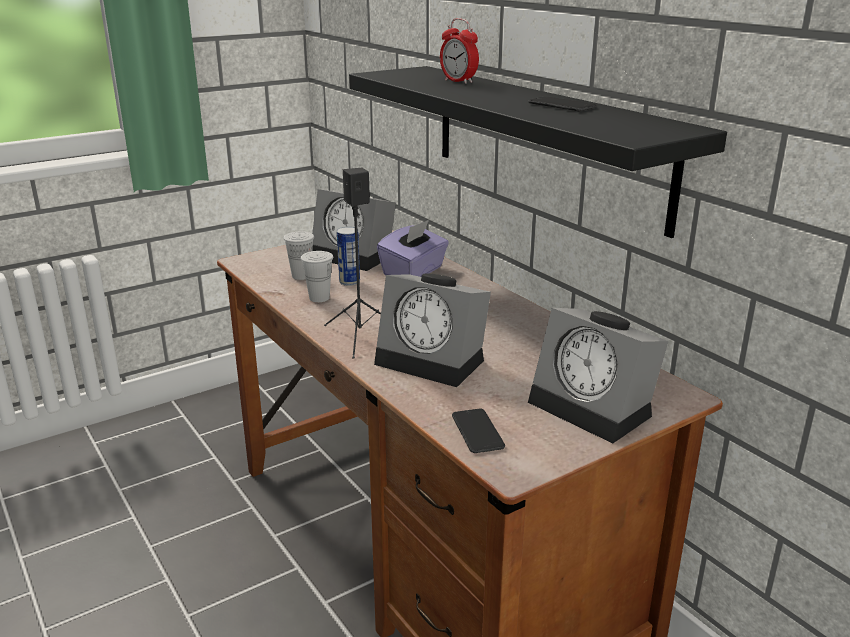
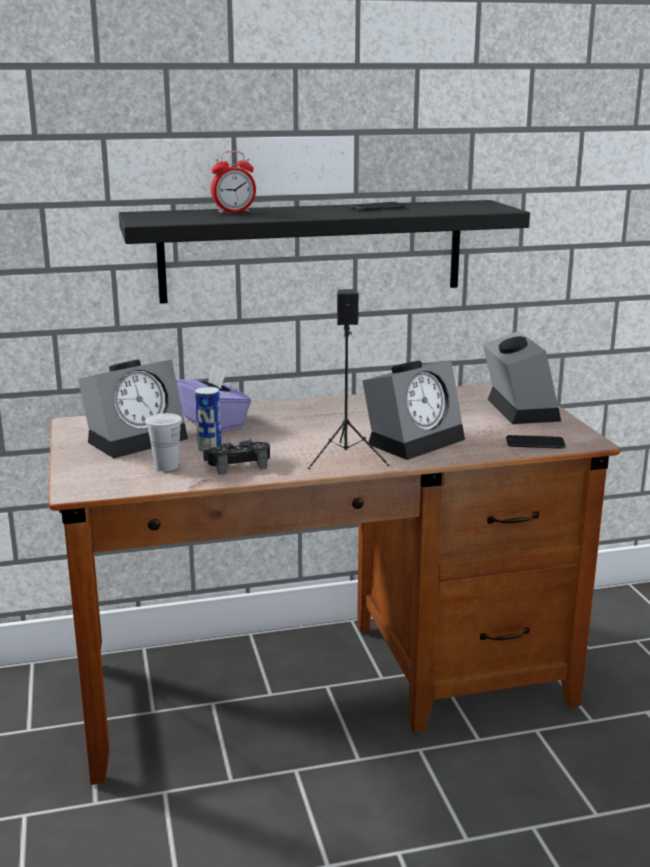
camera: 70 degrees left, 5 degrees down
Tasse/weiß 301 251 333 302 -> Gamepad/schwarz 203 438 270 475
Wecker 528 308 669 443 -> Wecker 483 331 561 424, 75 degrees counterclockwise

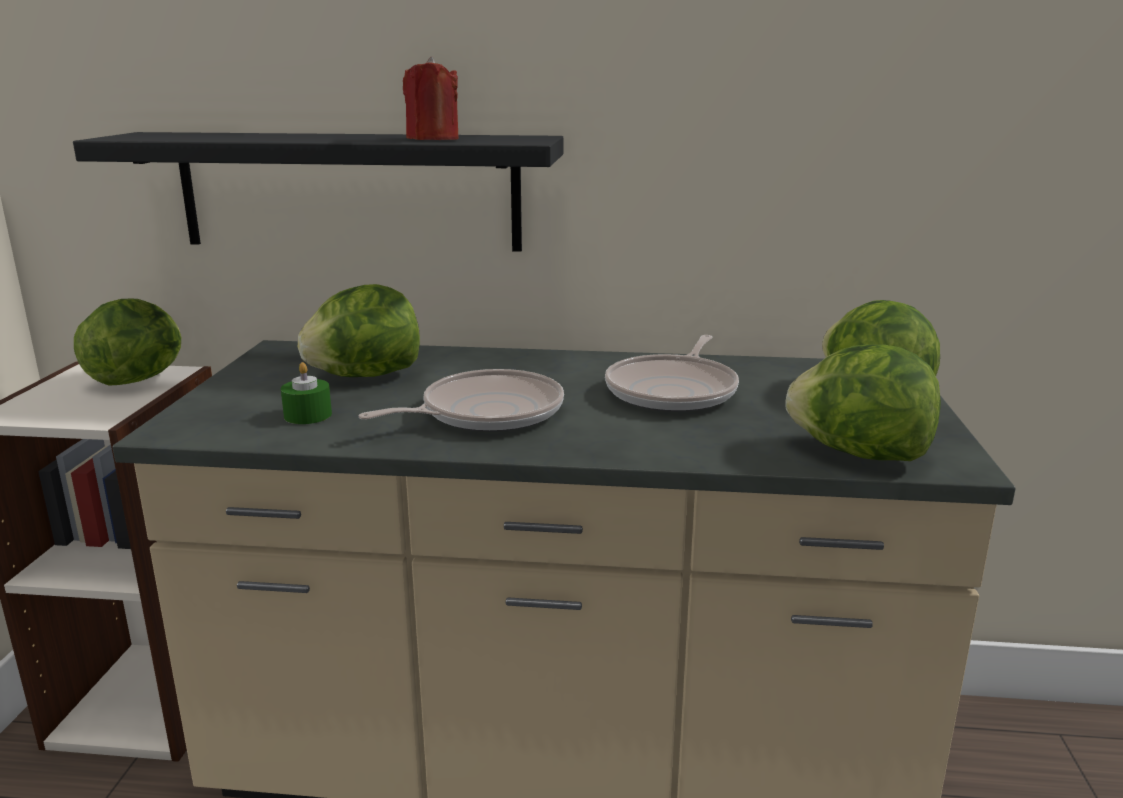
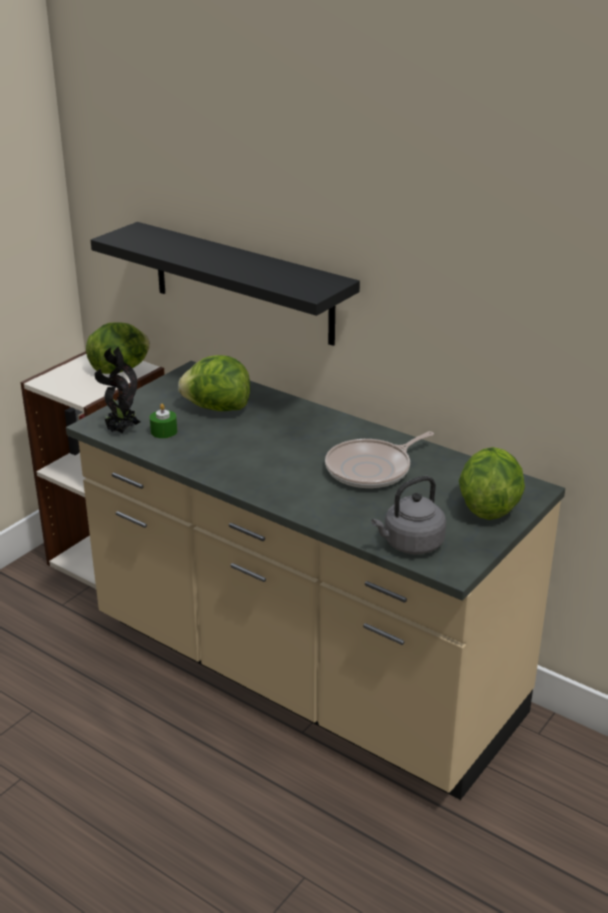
camera: 30 degrees right, 10 degrees up
Kerze/rot 403 56 459 140 -> none
Salatkopf 785 345 941 461 -> Wasserkessel/grau 371 476 446 554
Pfanne 358 369 564 432 -> none
none -> Topfpflanze 95 347 140 433

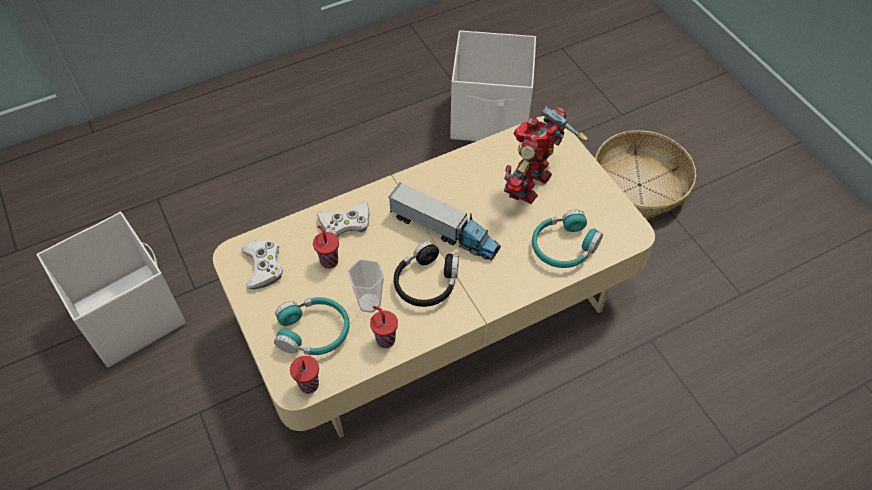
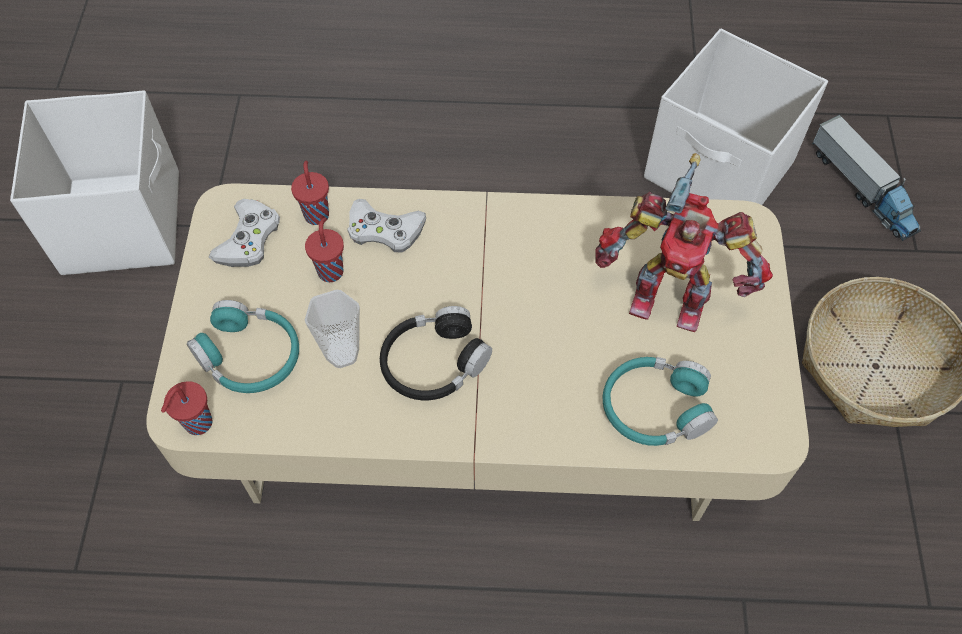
camera: 30 degrees right, 5 degrees up
Spielzeugroboter 504 106 588 204 -> Spielzeugroboter 595 153 773 332, 135 degrees counterclockwise
Spielzeuglaster 389 182 501 261 -> Spielzeuglaster 812 115 921 241, relocated
Tasse/rot 370 306 398 348 -> Tasse/rot 291 161 329 225, relocated

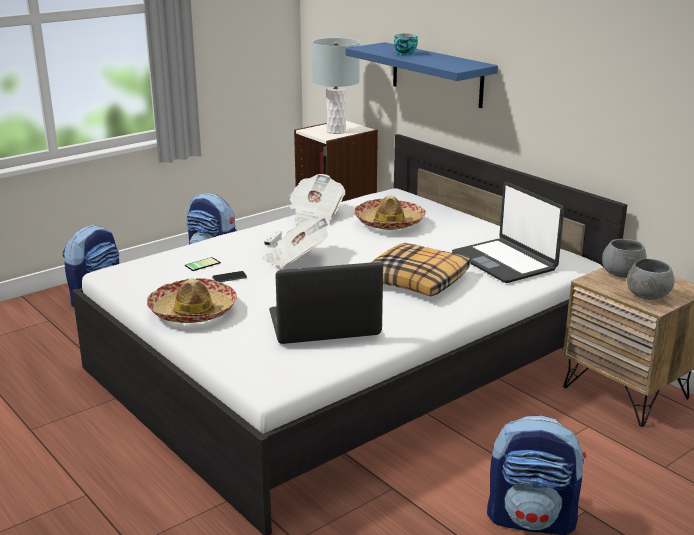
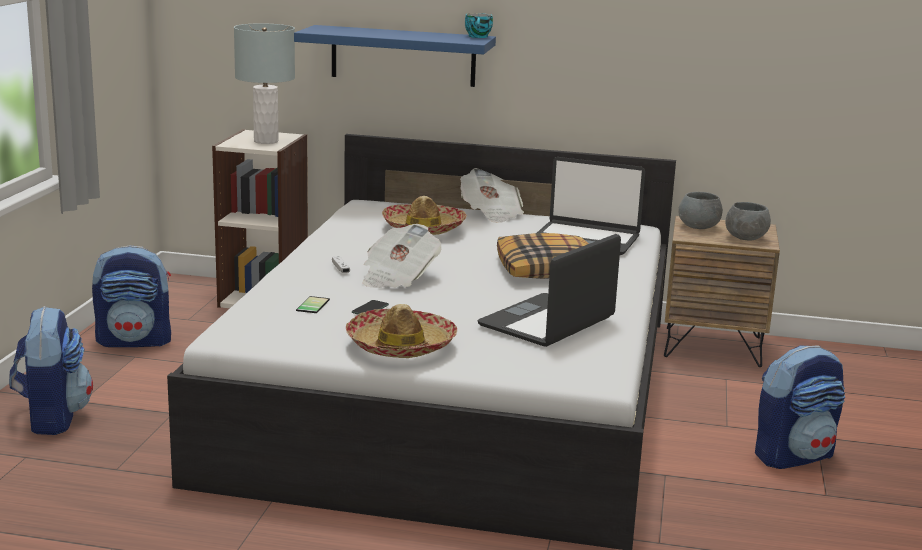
camera: 40 degrees left, 5 degrees down
Tasse 394 34 418 56 -> Tasse 465 13 493 38, relocated
Zeitung 289 174 346 224 -> Zeitung 460 168 524 223, relocated

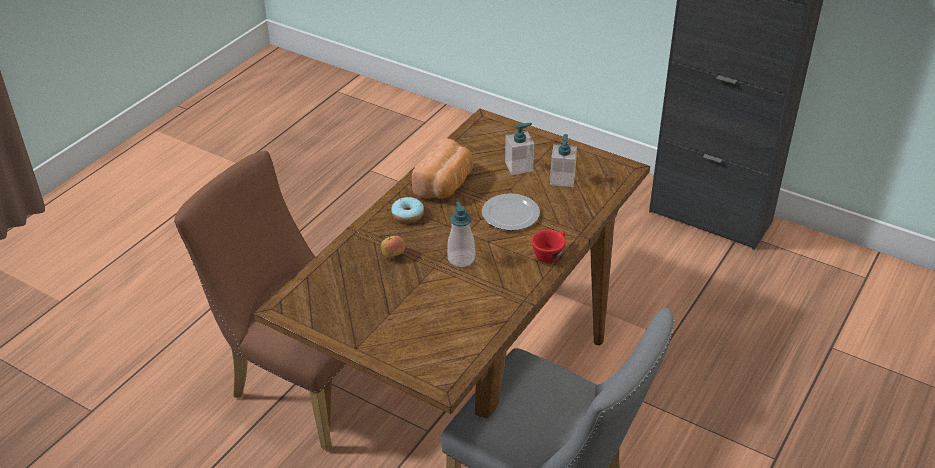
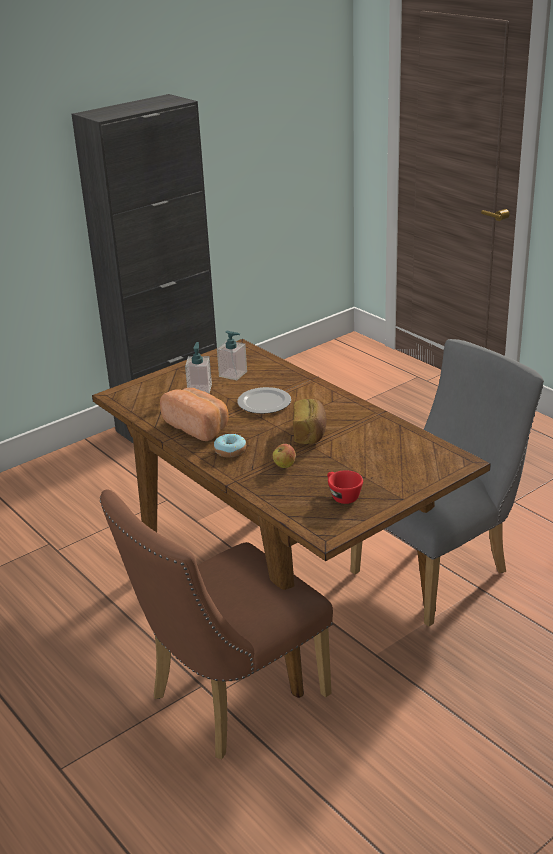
camera: 70 degrees left, 10 degrees down
Seifenspender 447 202 475 267 -> Brot 293 399 326 444
Tasse/rot 531 230 566 263 -> Tasse/rot 327 470 363 504, relocated

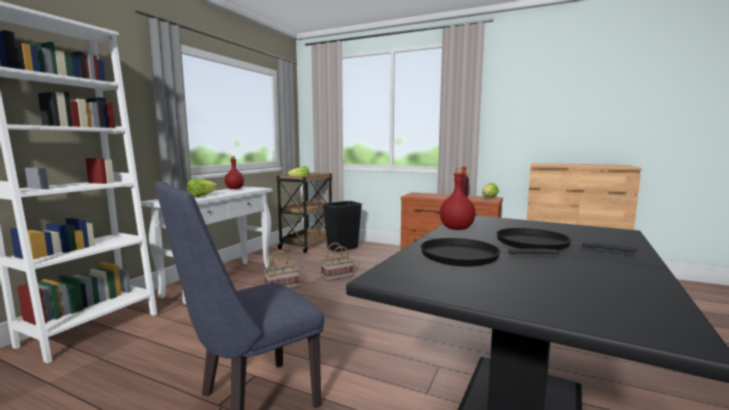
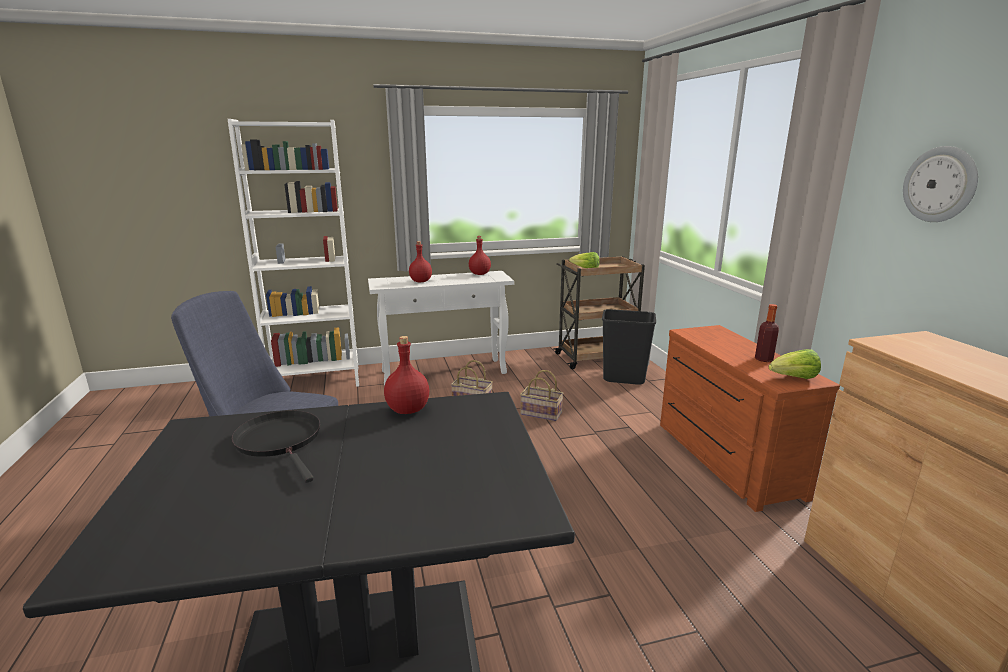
camera: 50 degrees right, 10 degrees up
Salatkopf 187 178 218 197 -> Flasche/rot 409 241 432 282
Pfanne/schwarz 496 228 637 253 -> none
none -> Wanduhr 903 146 978 222

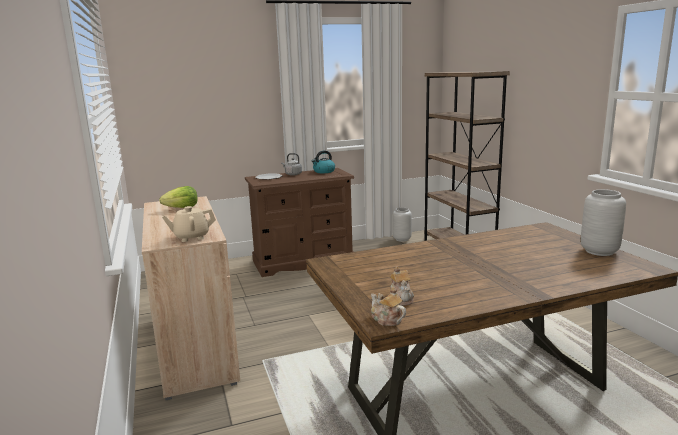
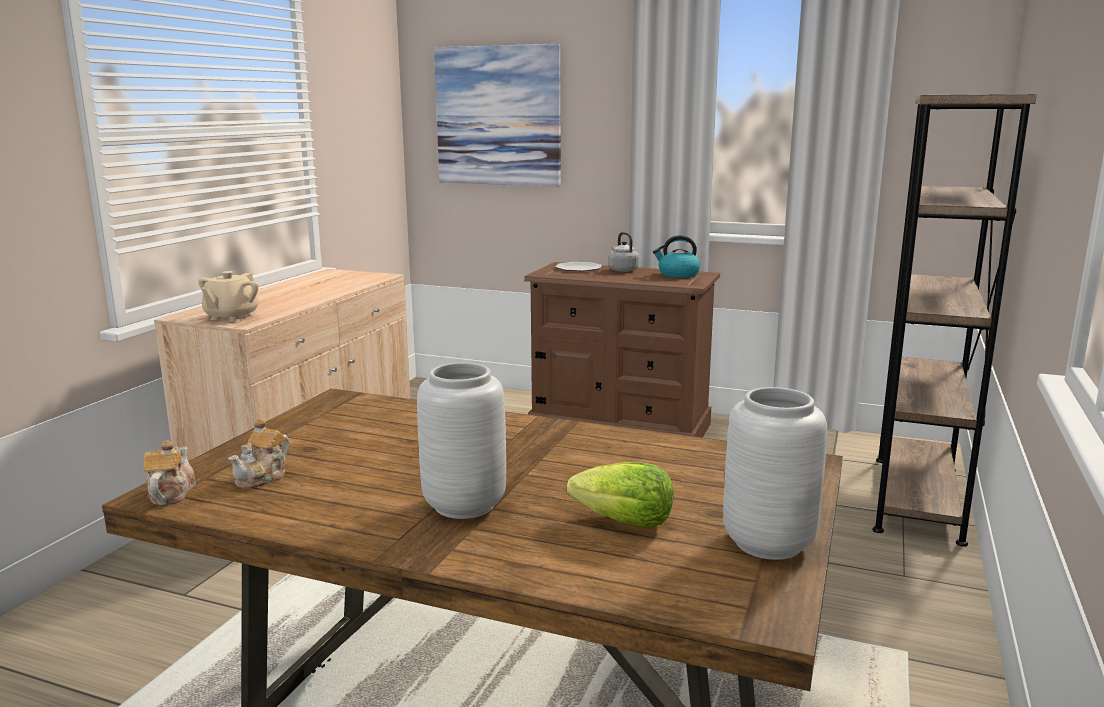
camera: 40 degrees right, 0 degrees up
Salatkopf 159 186 198 208 -> Salatkopf 567 462 674 528, relocated
Teekanne/beige 162 206 216 242 -> Teekanne/beige 198 271 259 322, 90 degrees counterclockwise
Vase/grau 392 207 412 242 -> Vase/grau 417 363 506 519, relocated
none -> Bild 434 44 561 186

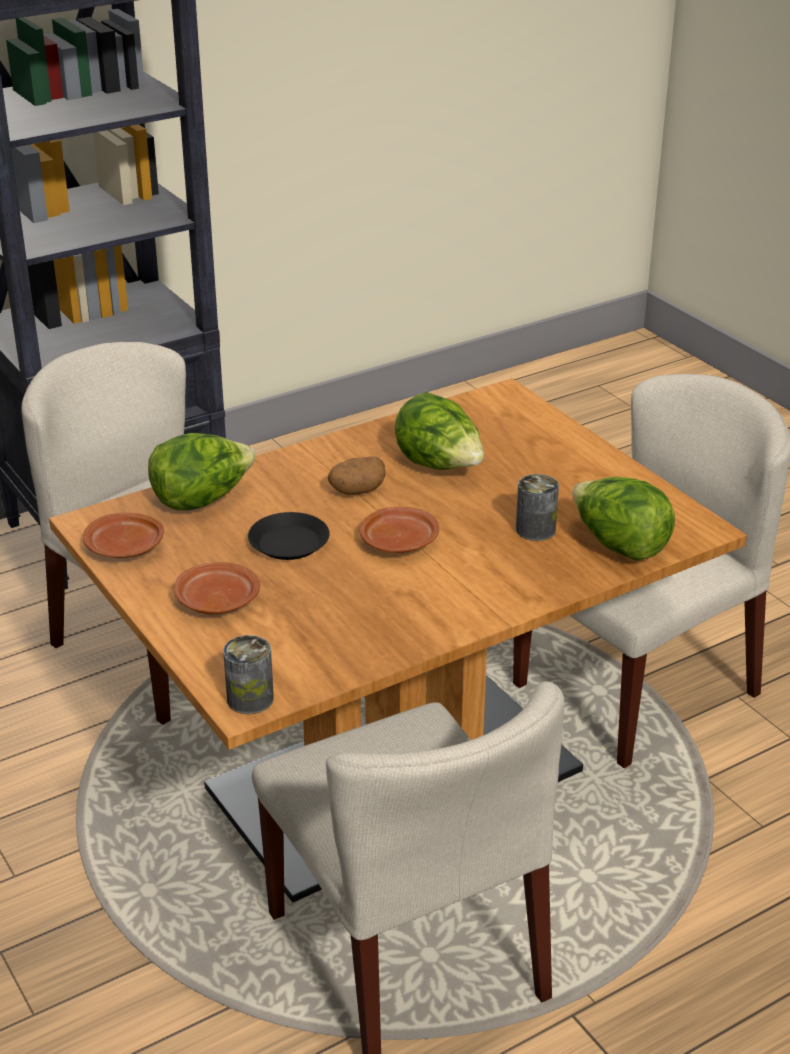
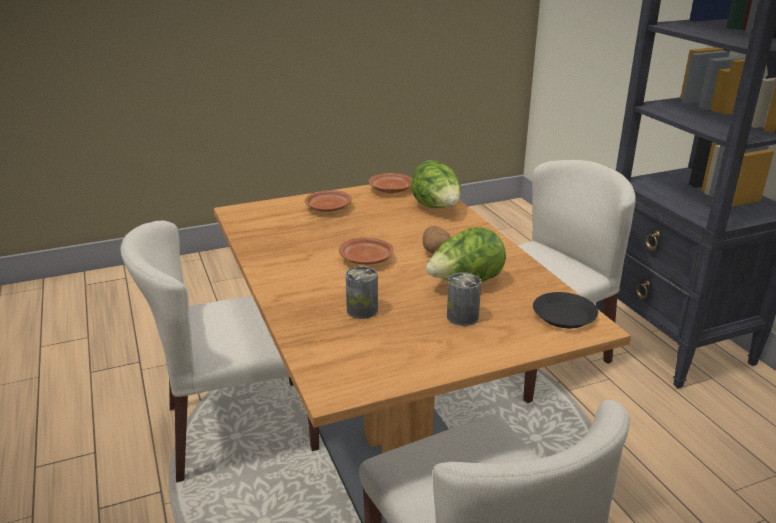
camera: 100 degrees right, 5 degrees down
Salatkopf 572 477 675 561 -> none
Teller/schwarz 248 512 330 560 -> Teller/schwarz 533 292 598 328, relocated
Dose 223 635 274 714 -> Dose 447 272 481 326, relocated

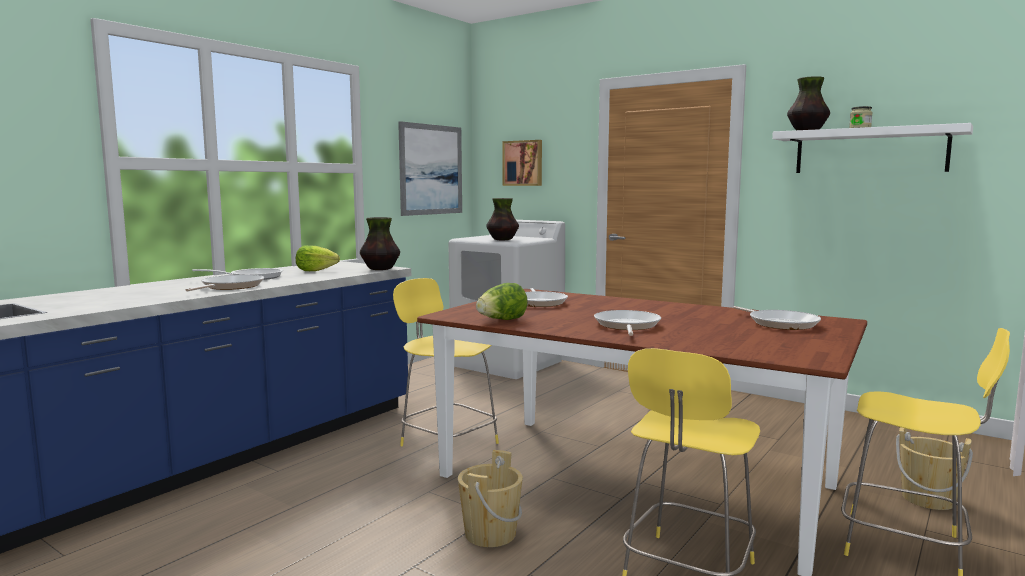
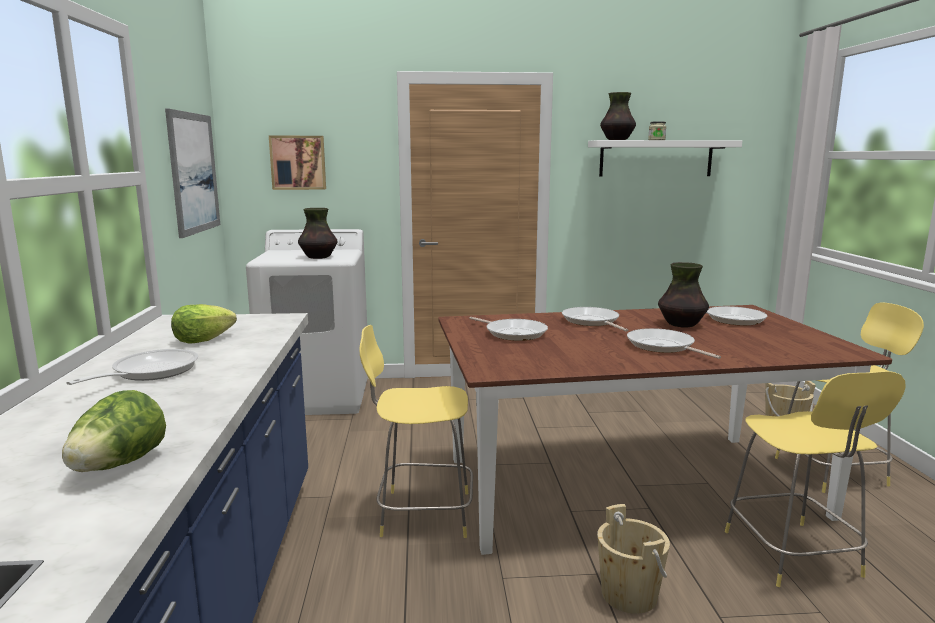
camera: 40 degrees left, 5 degrees up
Vase 360 217 400 270 -> Vase 658 262 709 327, relocated
Pfanne 186 275 264 291 -> Pfanne 562 307 628 332, relocated
Salatkopf 476 283 528 320 -> Salatkopf 62 390 166 472, relocated

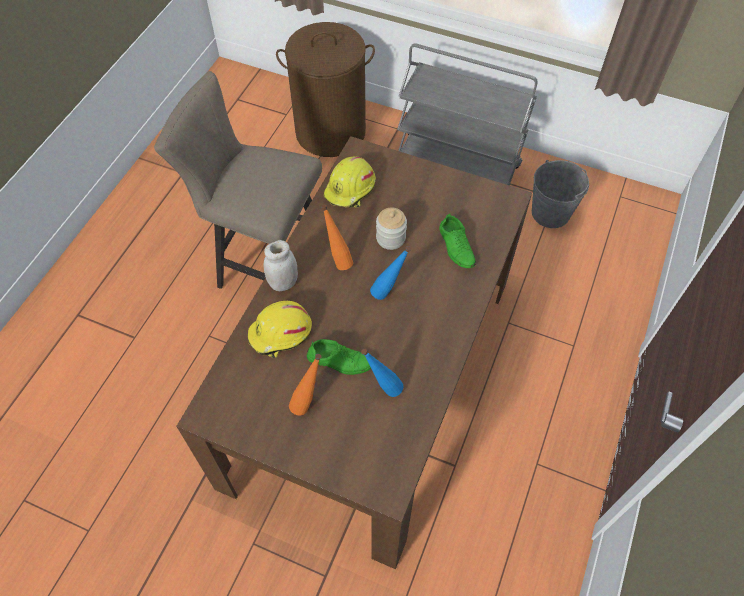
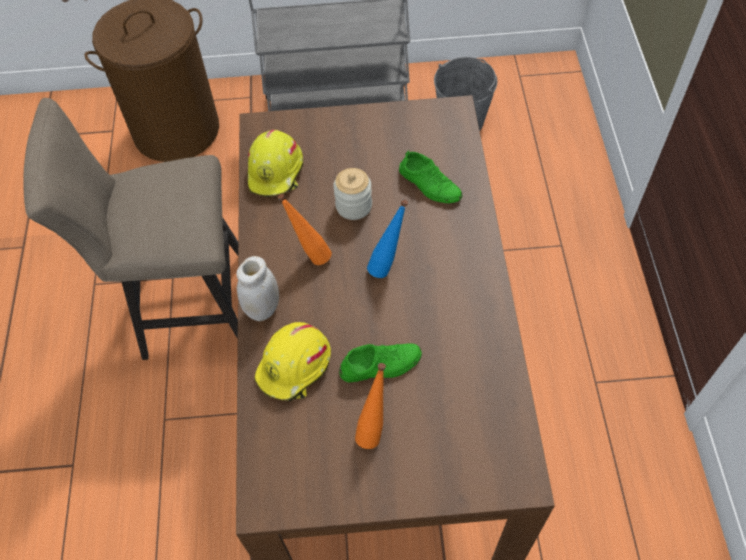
camera: 25 degrees left, 0 degrees up
Flasche/blau 361 349 403 397 -> none

